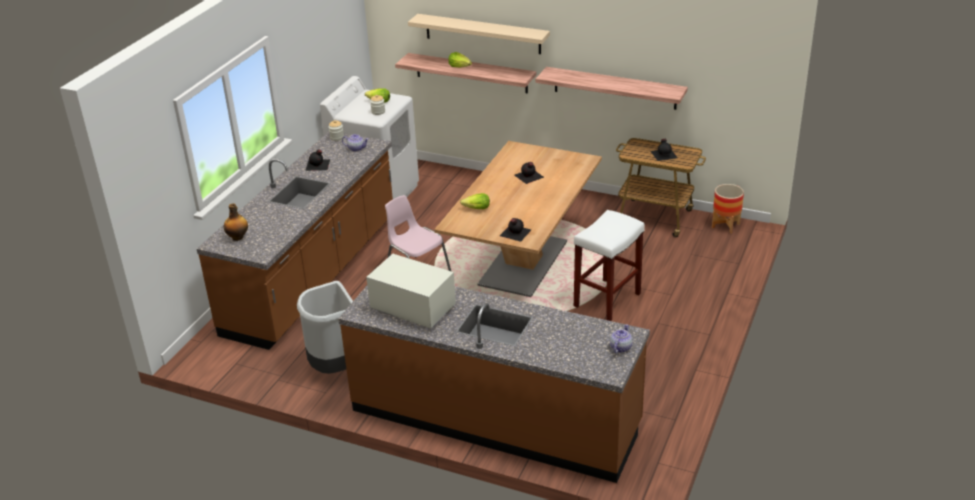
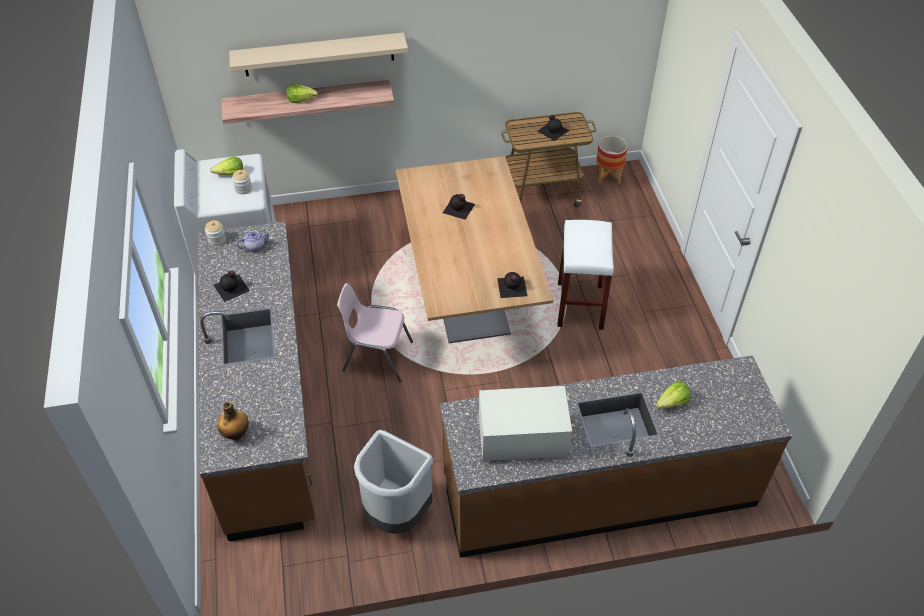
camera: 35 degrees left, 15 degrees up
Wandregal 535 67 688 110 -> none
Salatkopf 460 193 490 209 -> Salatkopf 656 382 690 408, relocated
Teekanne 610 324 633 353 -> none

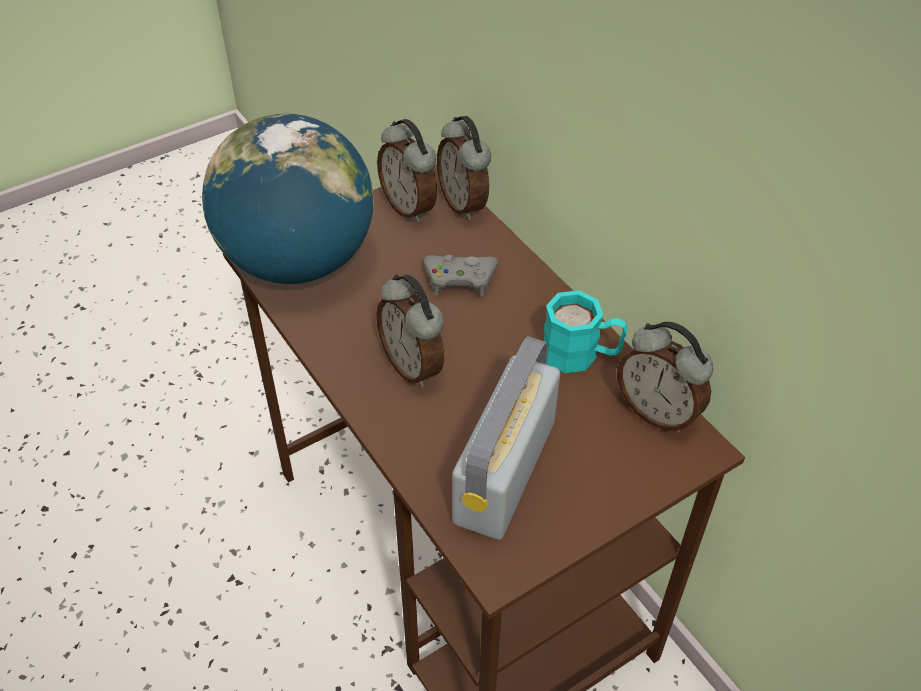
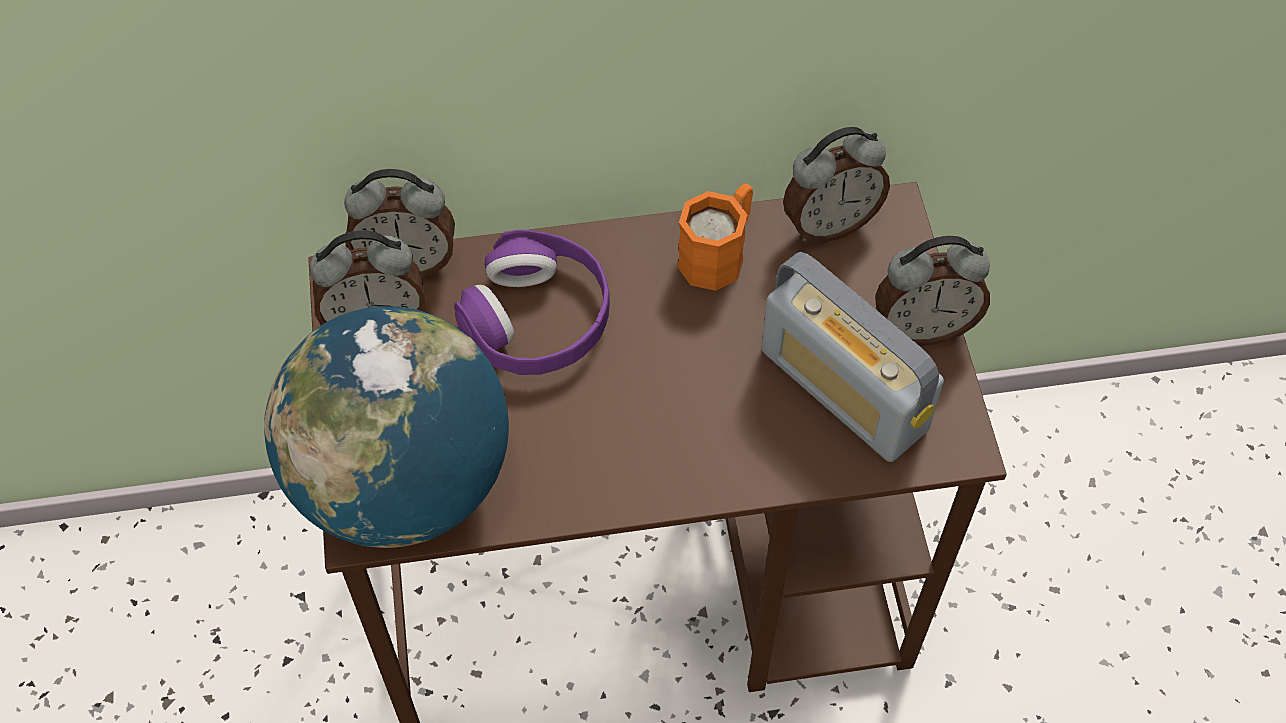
camera: 65 degrees left, 10 degrees up
Gamepad/grau 423 255 498 297 -> Kopfhörer/lila 454 229 610 375
Wecker 376 274 444 387 -> Wecker 875 236 990 346, relocated
Henkelbecher/türkis 544 290 628 373 -> Henkelbecher/orange 677 183 753 291

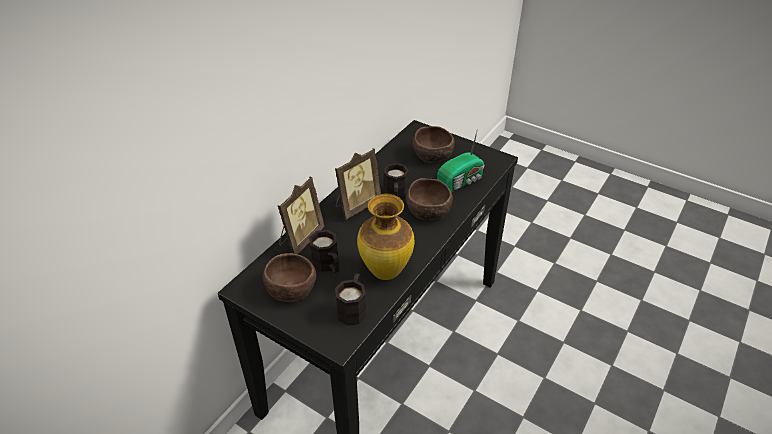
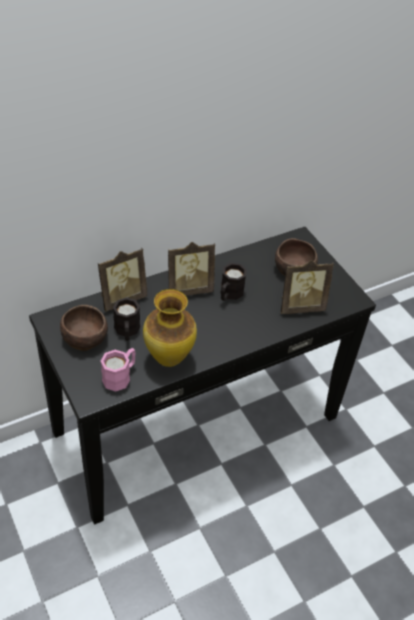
camera: 25 degrees right, 5 degrees up
Radio 437 129 484 193 -> Bilderrahmen 281 260 334 314
Schüssel/braun 406 178 453 220 -> none
Henkelbecher/schwarz 335 273 366 326 -> Henkelbecher/rosa 101 348 136 391

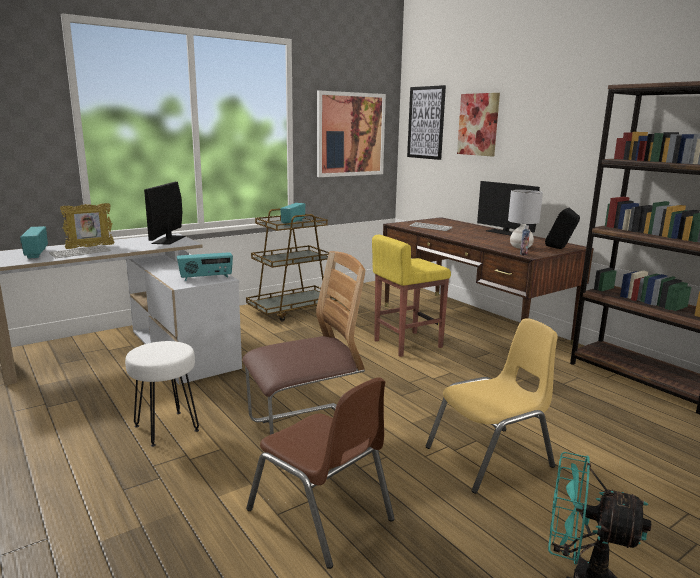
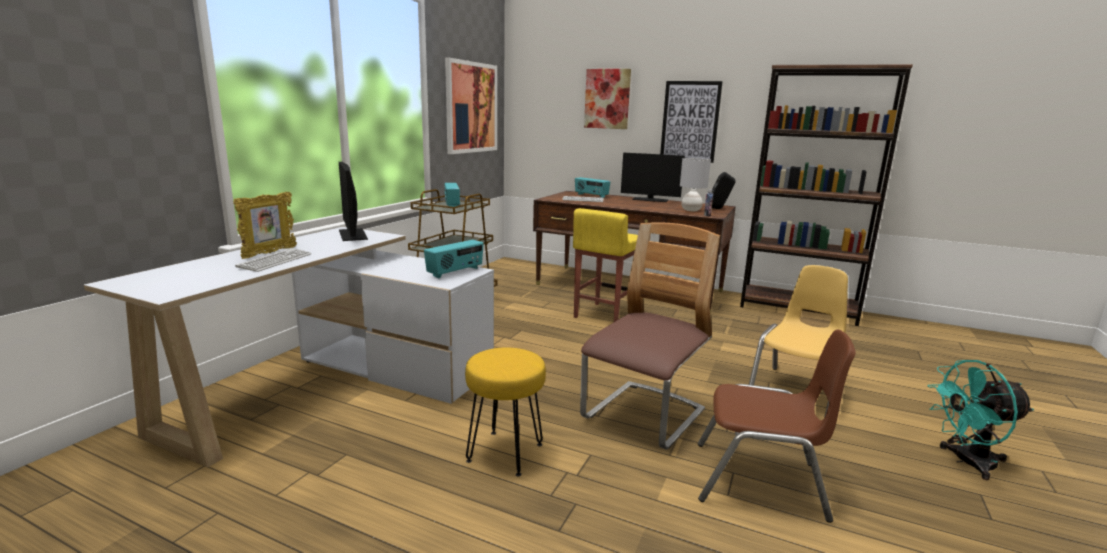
camera: 30 degrees left, 0 degrees up
Bild 407 85 446 160 -> Bild 660 81 723 163, relocated
Radio 20 226 48 259 -> Radio 575 177 611 198, relocated
Hocker/weiß 125 341 199 447 -> Hocker/gelb 465 347 546 477

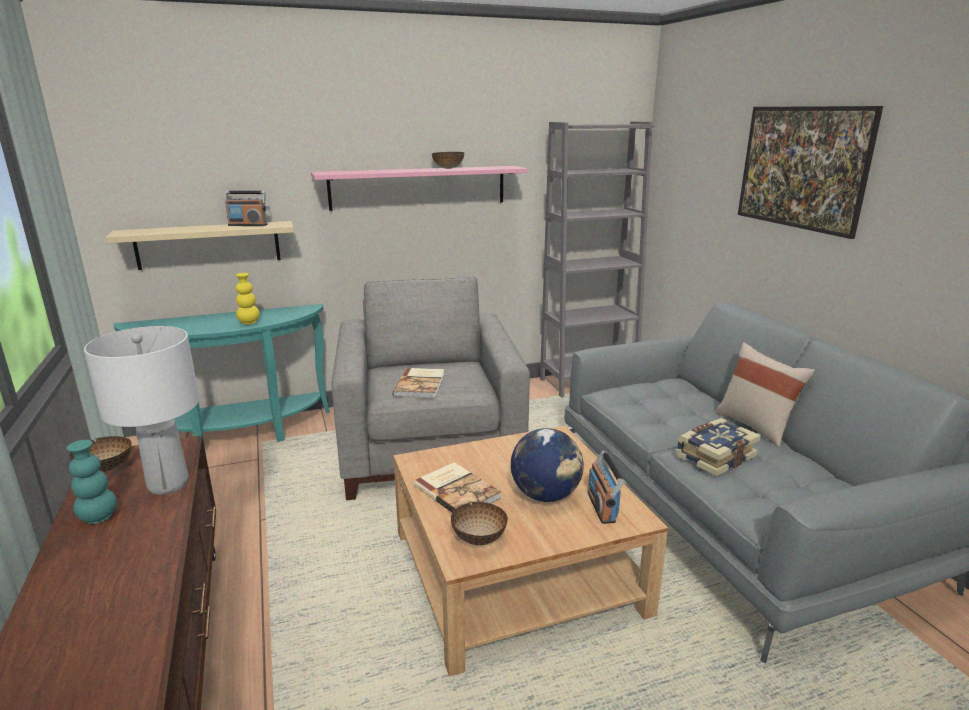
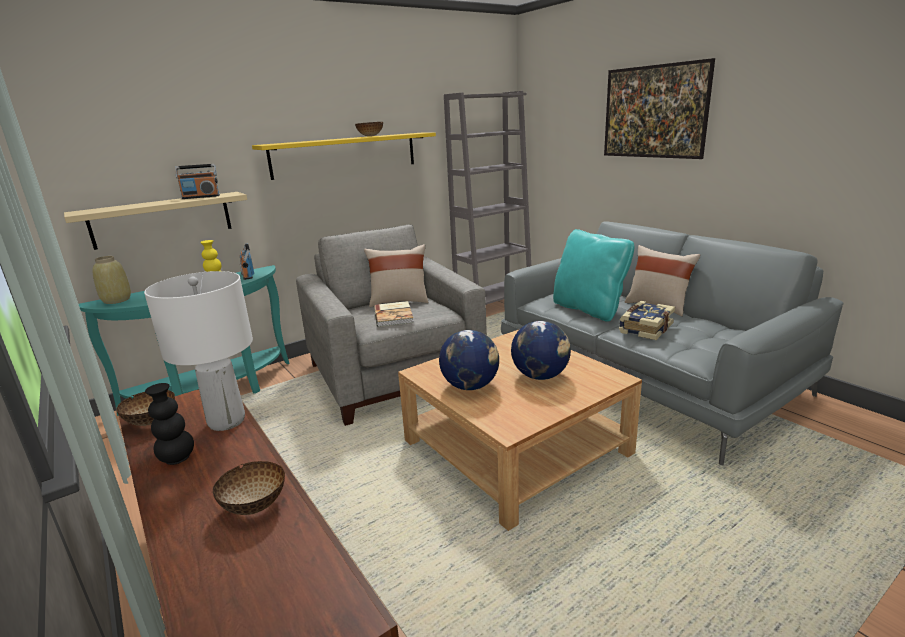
camera: 15 degrees left, 0 degrees up
Wandregal/rosa 311 166 528 211 -> Wandregal/gelb 252 133 436 180
Vase/türkis 66 440 117 524 -> Vase/schwarz 145 383 194 465
Radio 587 450 624 524 -> Radio 240 243 254 280, relocated
Buch 414 462 501 513 -> Globus 439 330 499 390
Schüssel 451 502 508 545 -> Schüssel 213 461 285 515, relocated
none -> Kissen/türkis 553 229 635 322
none -> Kissen/beige 364 244 428 307
none -> Vase/beige 92 256 131 304

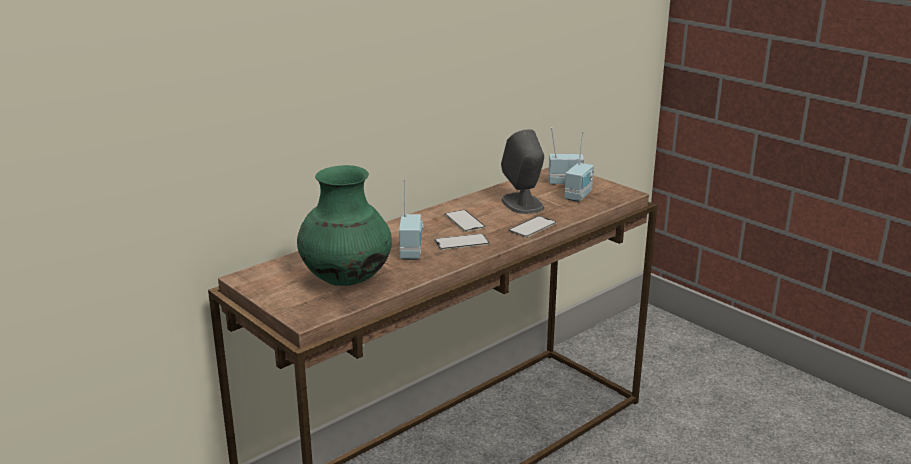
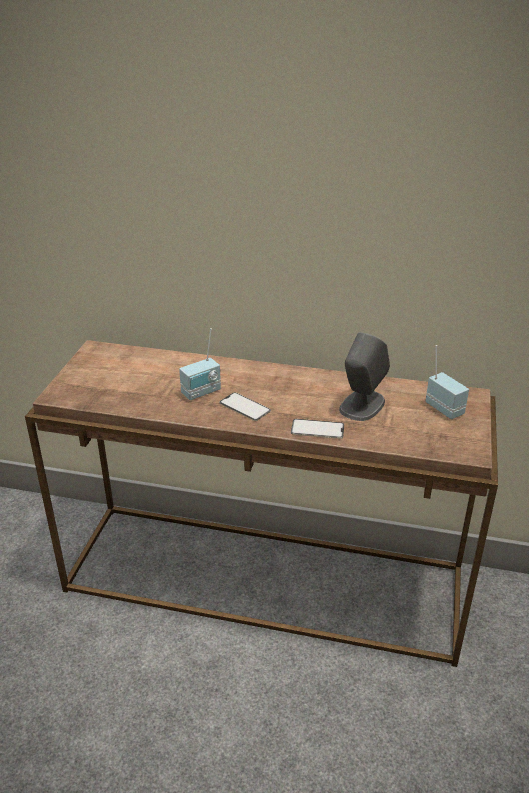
camera: 55 degrees right, 10 degrees up
Radio 564 132 594 202 -> none
Vase/grün 297 165 392 286 -> none
Handy 445 210 486 232 -> none

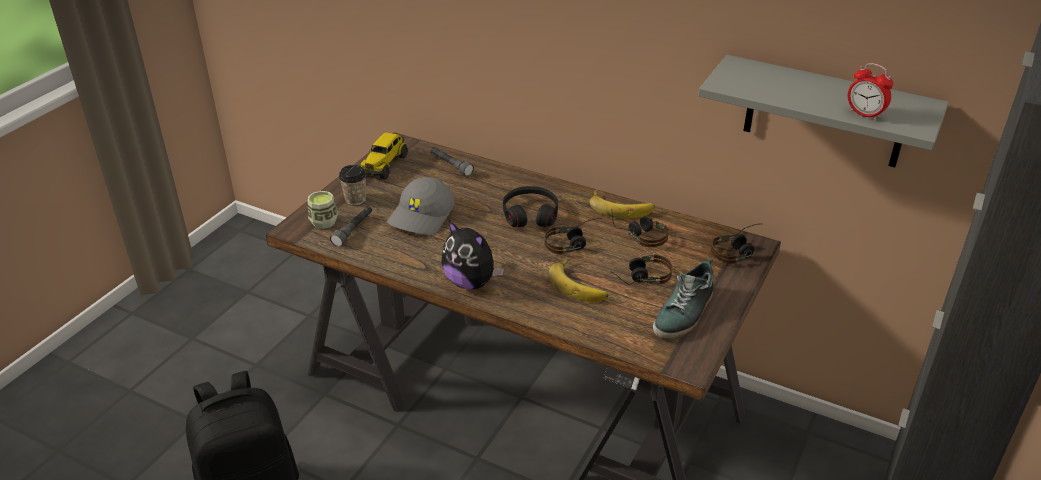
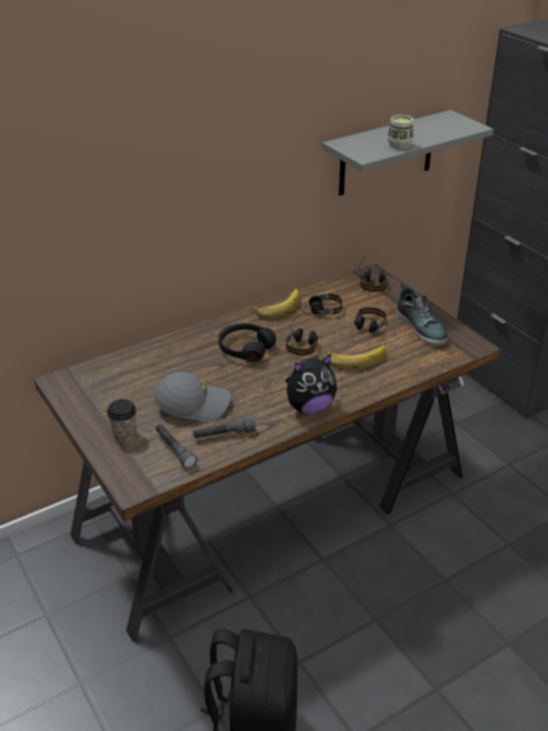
camera: 60 degrees left, 0 degrees up
Wecker 848 63 893 120 -> none
Spielzeuglaster 360 132 408 180 -> none
Taschenlampe/grau 430 147 474 176 -> Taschenlampe/grau 193 417 256 438, relocated
Kappe/grau 387 177 454 235 -> Kappe/grau 153 372 231 422, 60 degrees counterclockwise
Tasse 308 191 338 229 -> Tasse 388 115 413 149, relocated

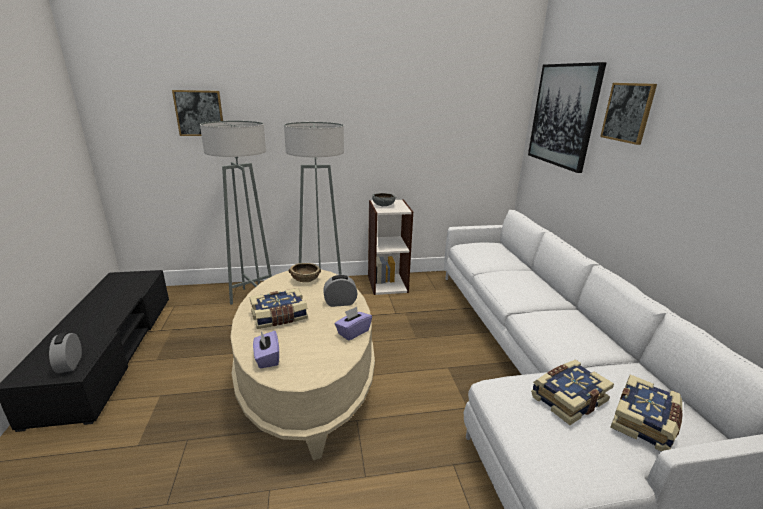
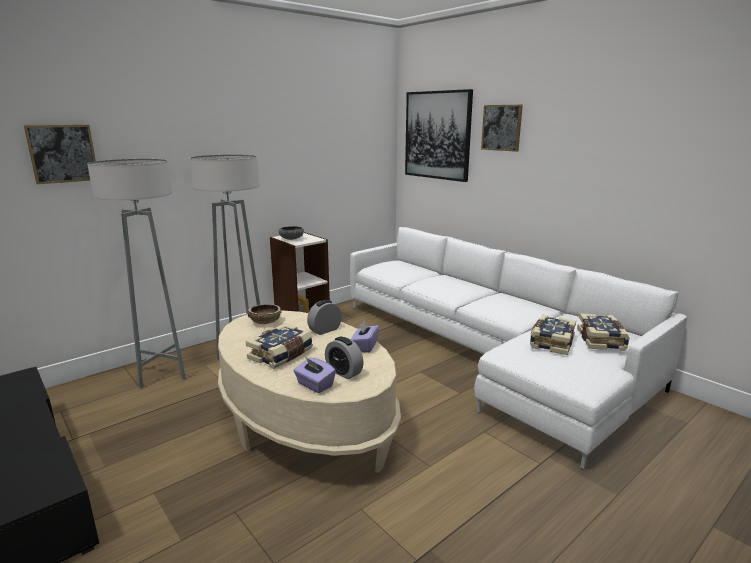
camera: 30 degrees left, 5 degrees down
Wecker 49 332 82 373 -> Wecker 325 337 364 379, relocated

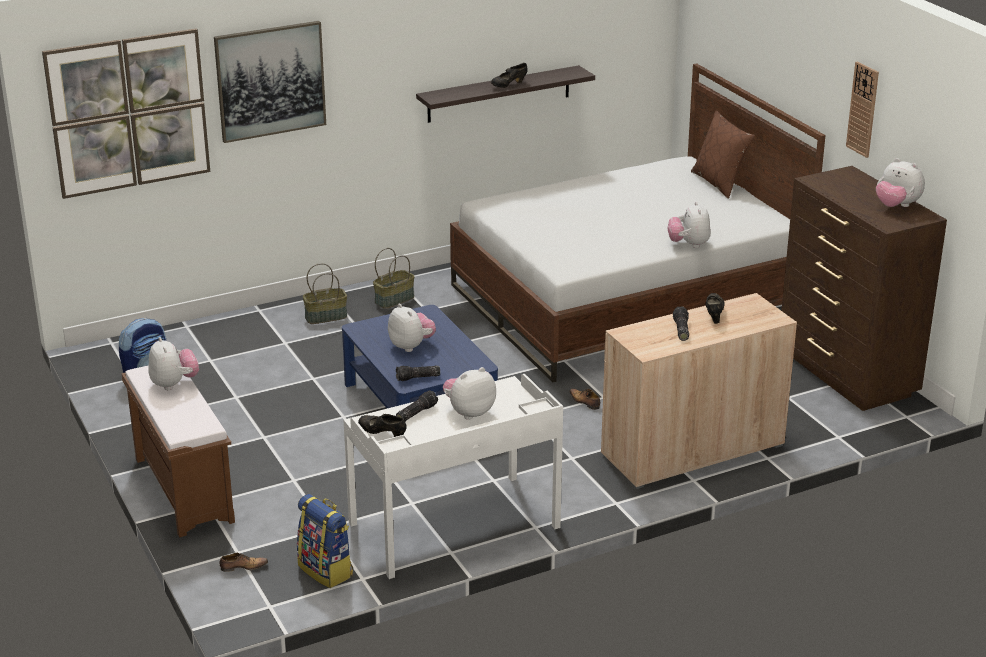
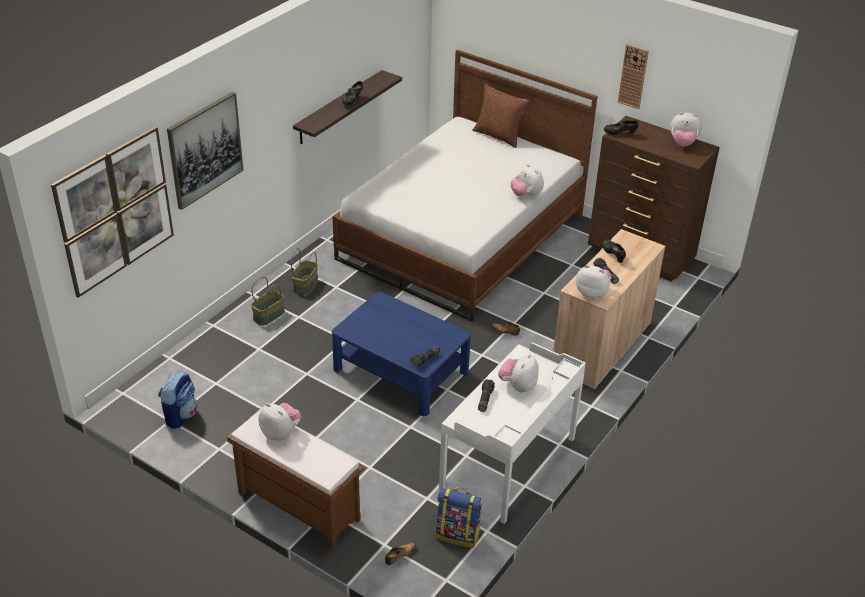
camera: 30 degrees left, 10 degrees up
Plüschtier 388 304 436 352 -> Plüschtier 576 265 611 299, relocated
Schuh/schwarz 358 414 407 437 -> Schuh/schwarz 604 120 638 135, relocated

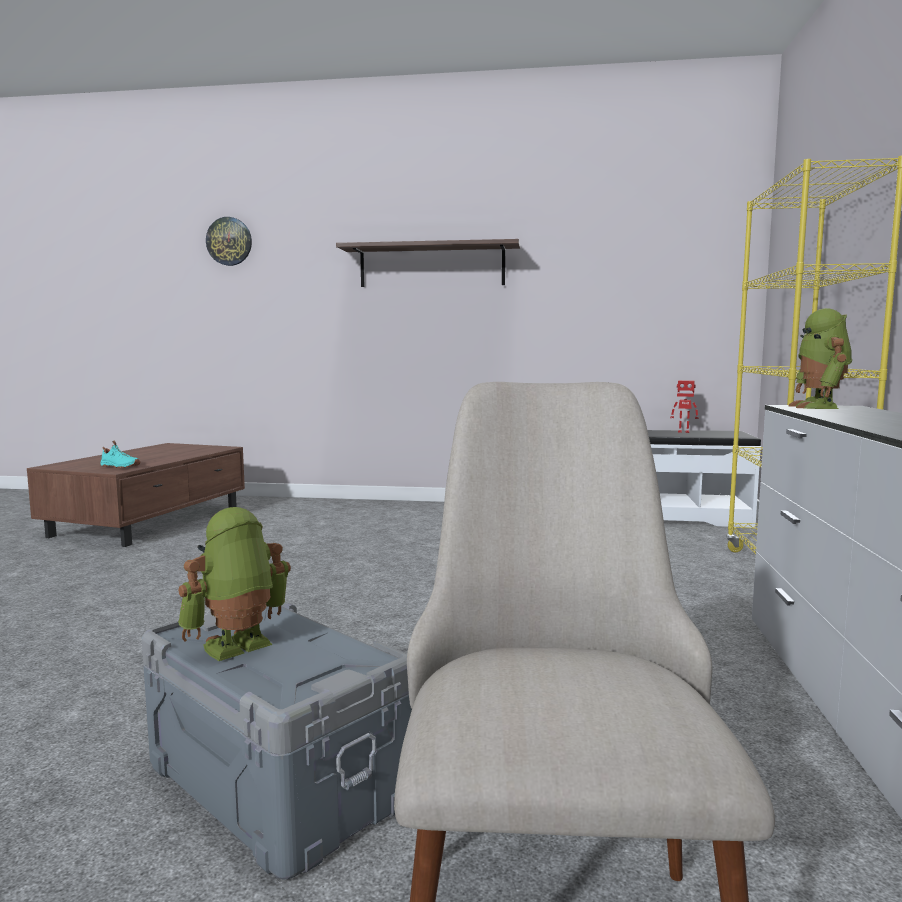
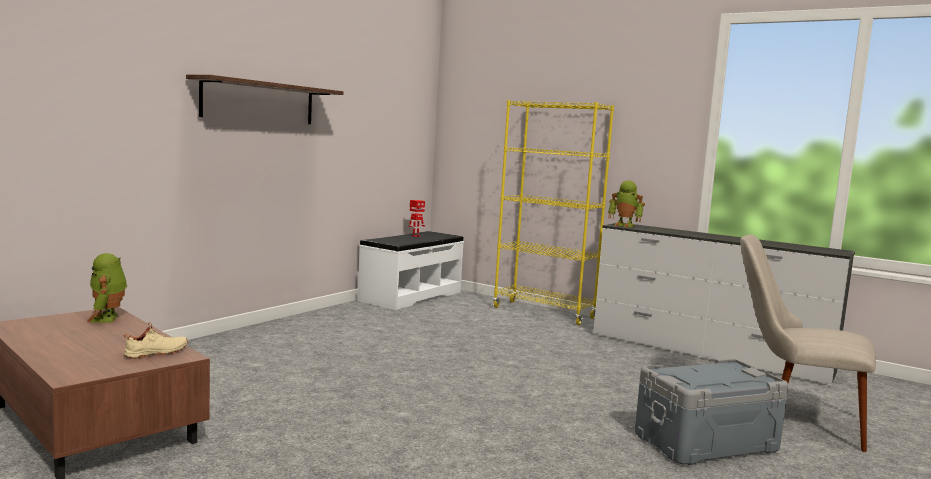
camera: 65 degrees left, 0 degrees up
Wanduhr 206 217 252 266 -> none
Schuh/türkis 100 440 140 468 -> Schuh/beige 124 322 188 358
Spielzeugroboter 178 507 291 661 -> Spielzeugroboter 87 253 127 323, relocated

